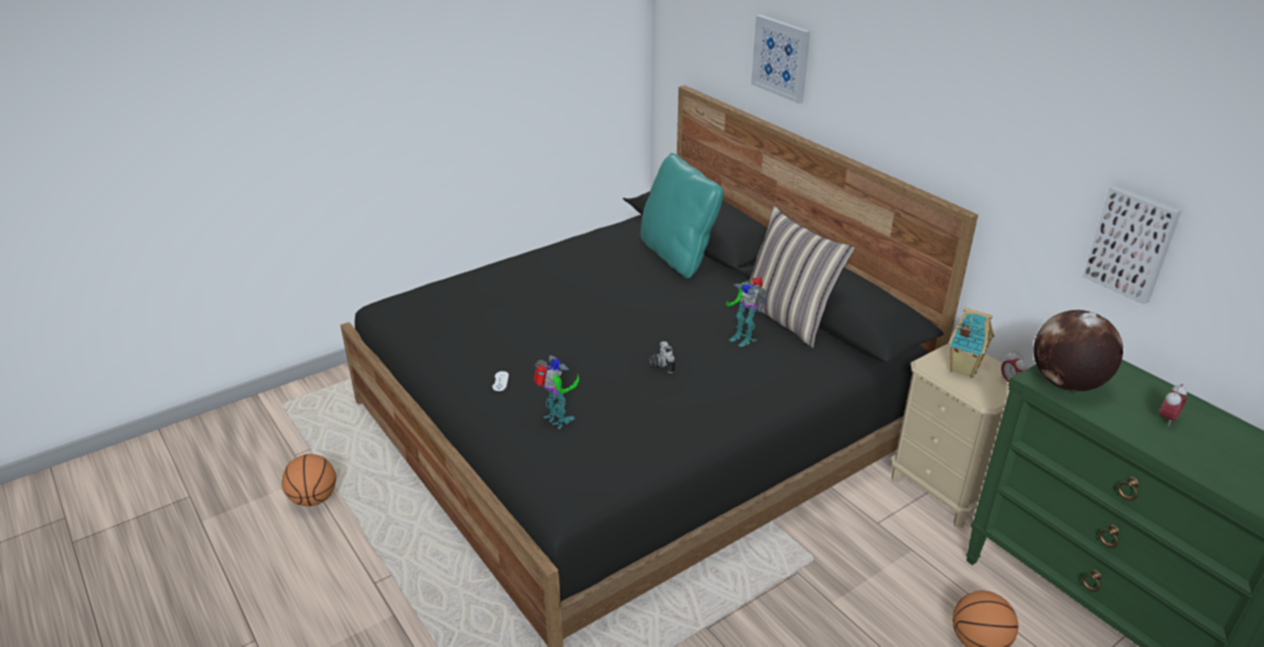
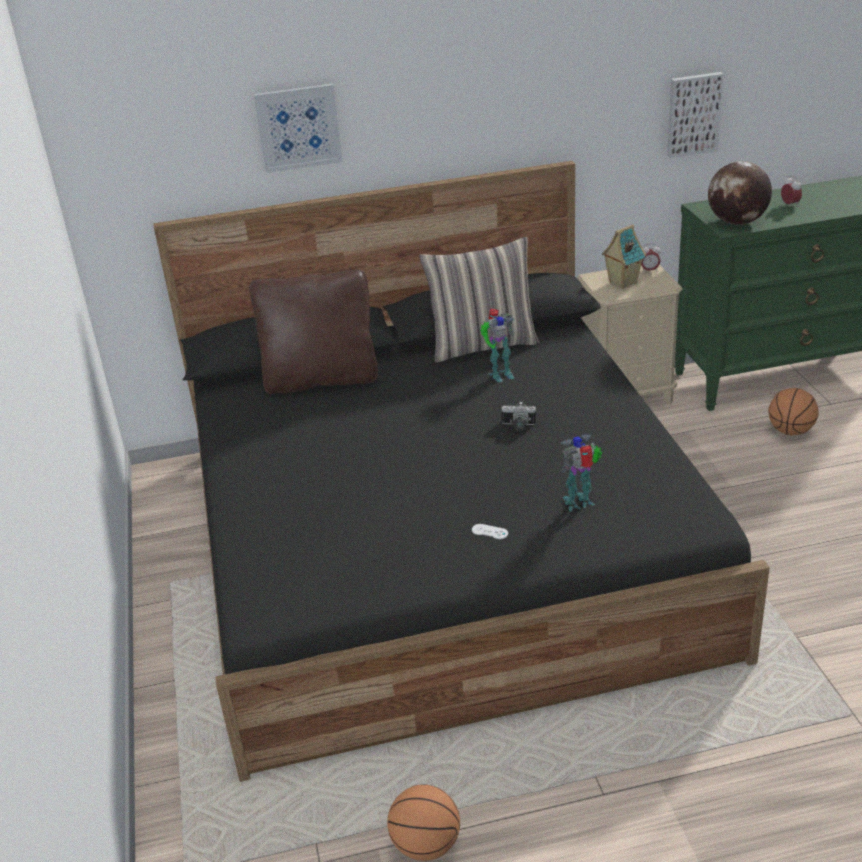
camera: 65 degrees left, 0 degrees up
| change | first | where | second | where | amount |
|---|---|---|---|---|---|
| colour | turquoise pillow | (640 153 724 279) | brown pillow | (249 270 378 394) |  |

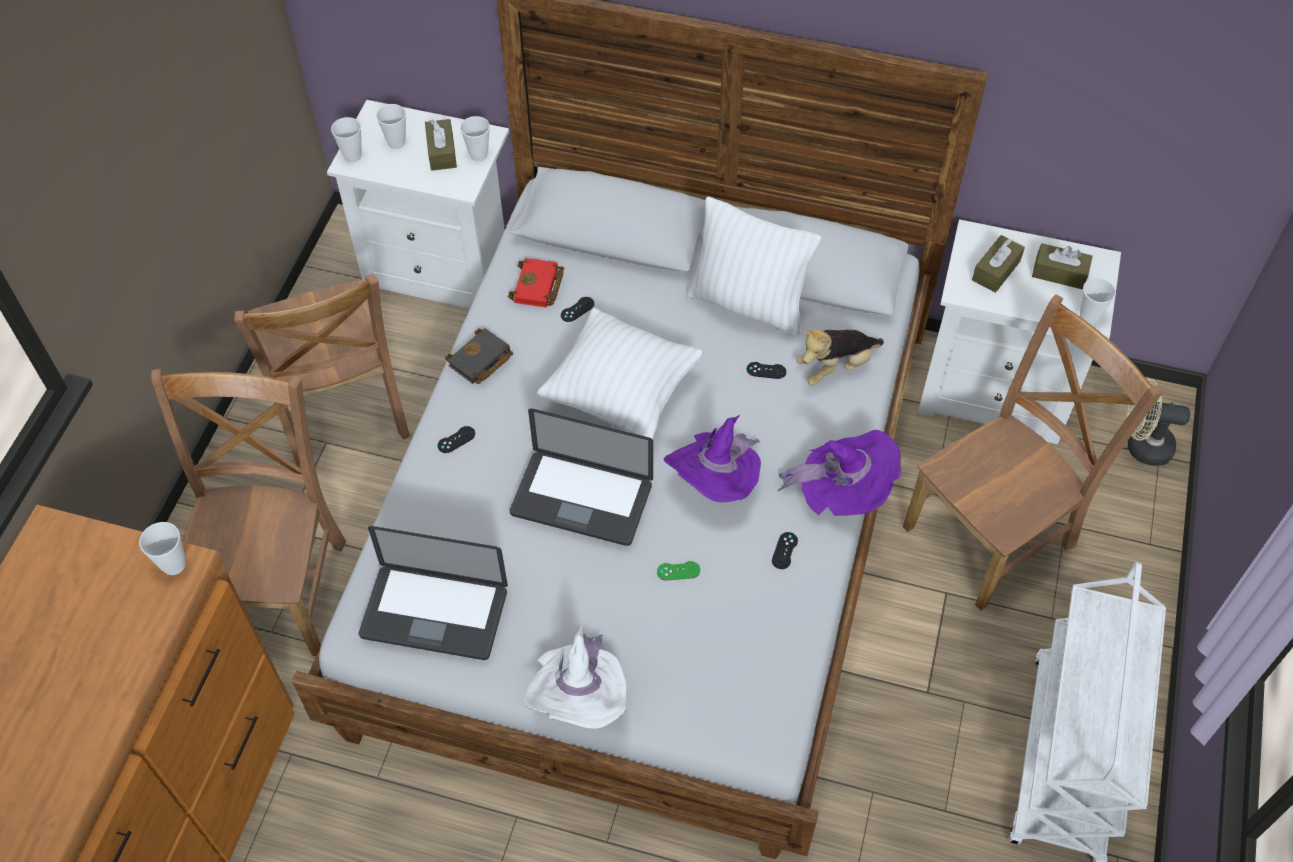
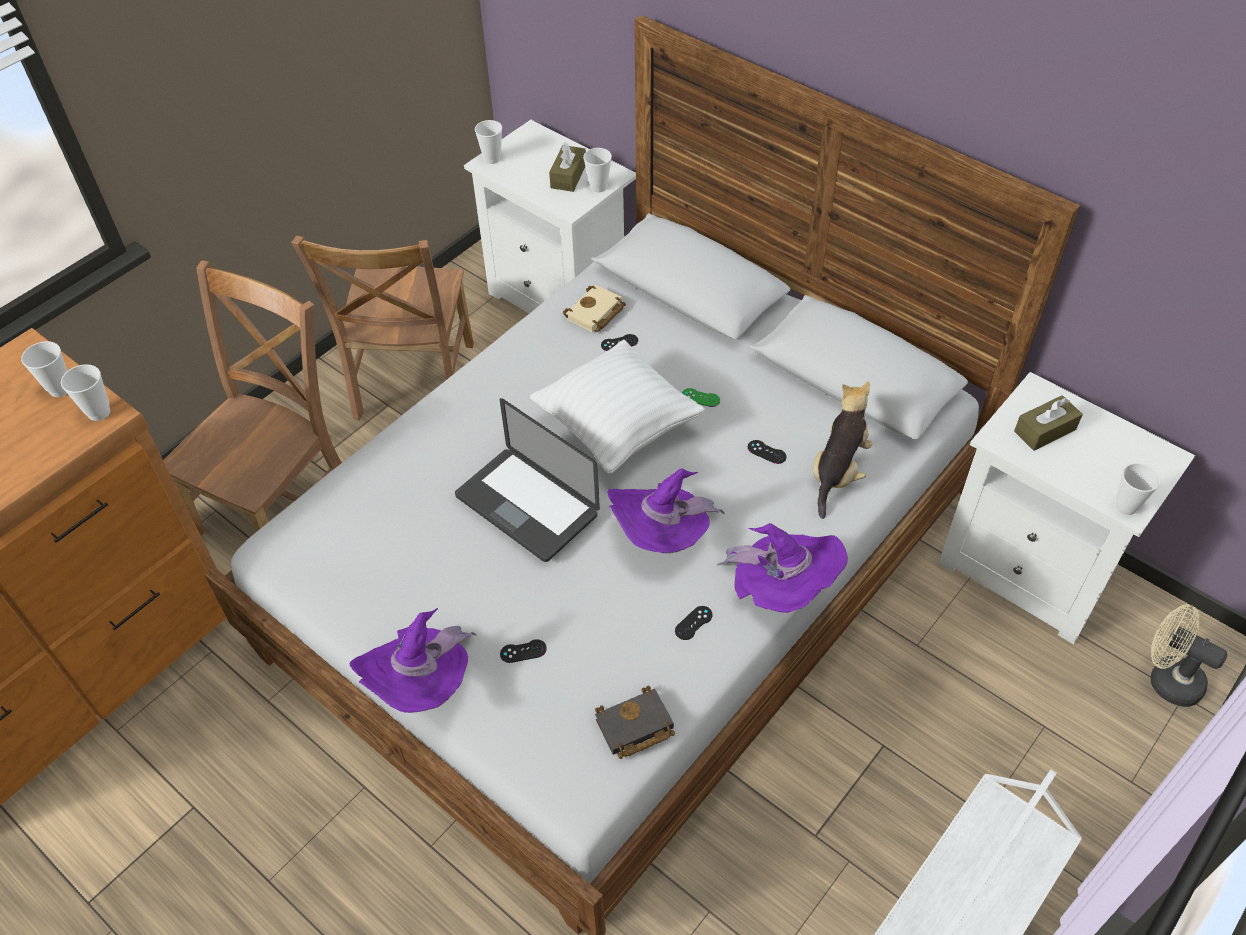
camera: 25 degrees right, 5 degrees down
| change | first | where | second | where | amount |
|---|---|---|---|---|---|
| missing | laptop | (359 526 508 660) |  |  |  |
| missing | white pillow | (687 197 821 337) |  |  |  |
| missing | brown chair | (903 294 1164 611) |  |  |  |
| missing | brown tissue box | (1032 243 1093 289) |  |  |  |
| relocated | cup | (376 104 406 149) |  | (21 341 67 397) |  |
| relocated | black game controller | (438 426 475 453) |  | (500 639 547 663) |  |
| relocated | black book | (445 328 513 384) |  | (595 686 675 759) |  |
| relocated | green game controller | (657 561 700 581) |  | (682 388 720 407) |  |
| colour | red book | (508 258 564 308) | beige book | (563 285 626 332) |  |
| colour | white hat | (523 626 627 729) | purple hat | (350 608 477 713) |  |
| spun | plush toy | (797 329 884 386) |  | (813 381 872 519) | 120 degrees clockwise |

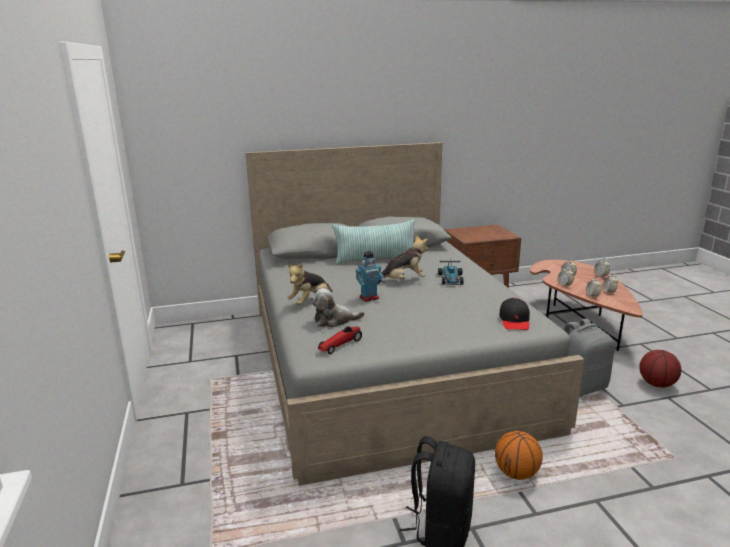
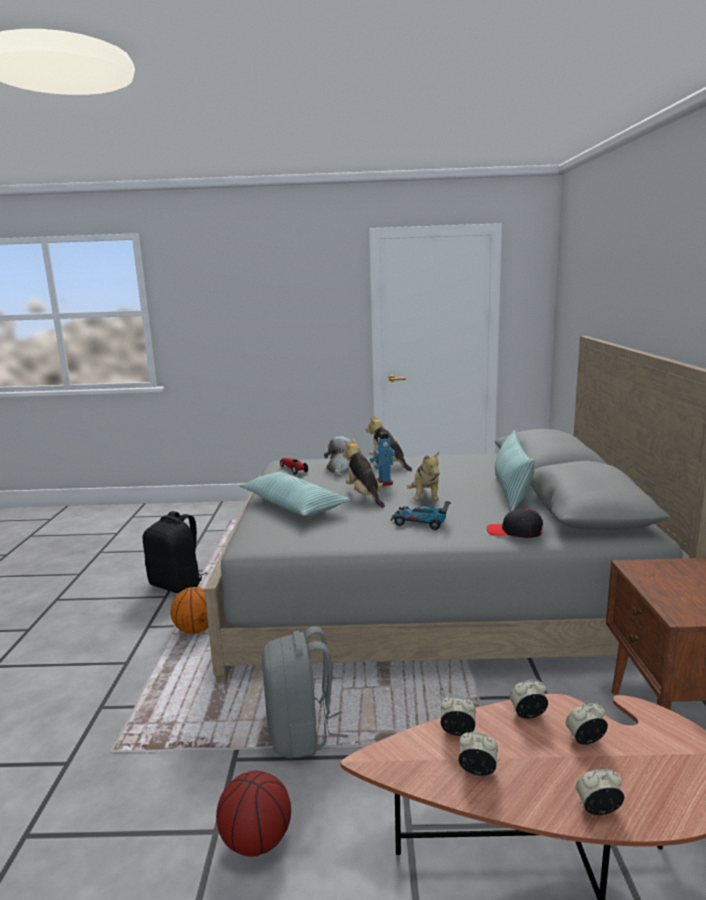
camera: 105 degrees right, 5 degrees down
| change | first | where | second | where | amount |
|---|---|---|---|---|---|
| appeared |  |  | pillow | (240 472 350 516) |  |
| appeared |  |  | plush toy | (342 439 385 508) |  |
| relocated | black cap | (499 298 530 330) |  | (487 509 543 538) |  |

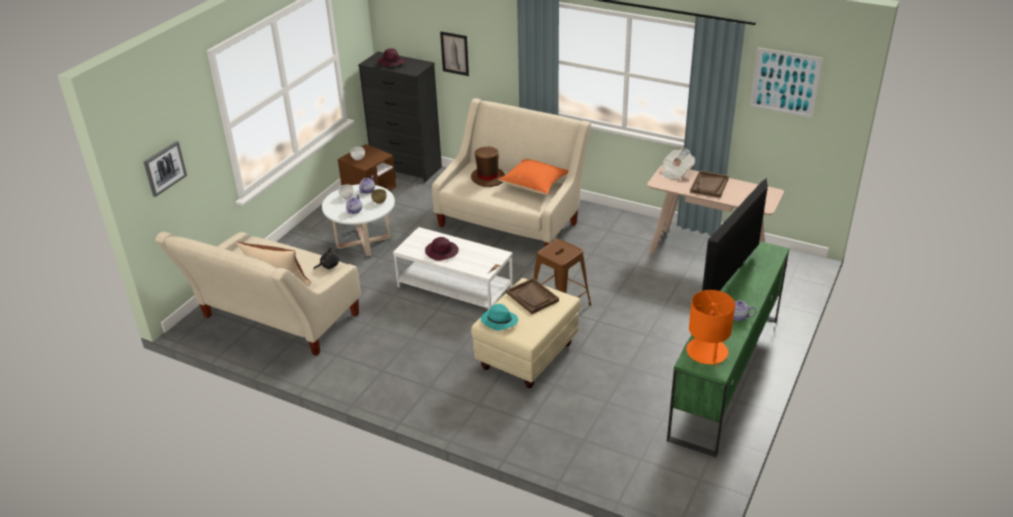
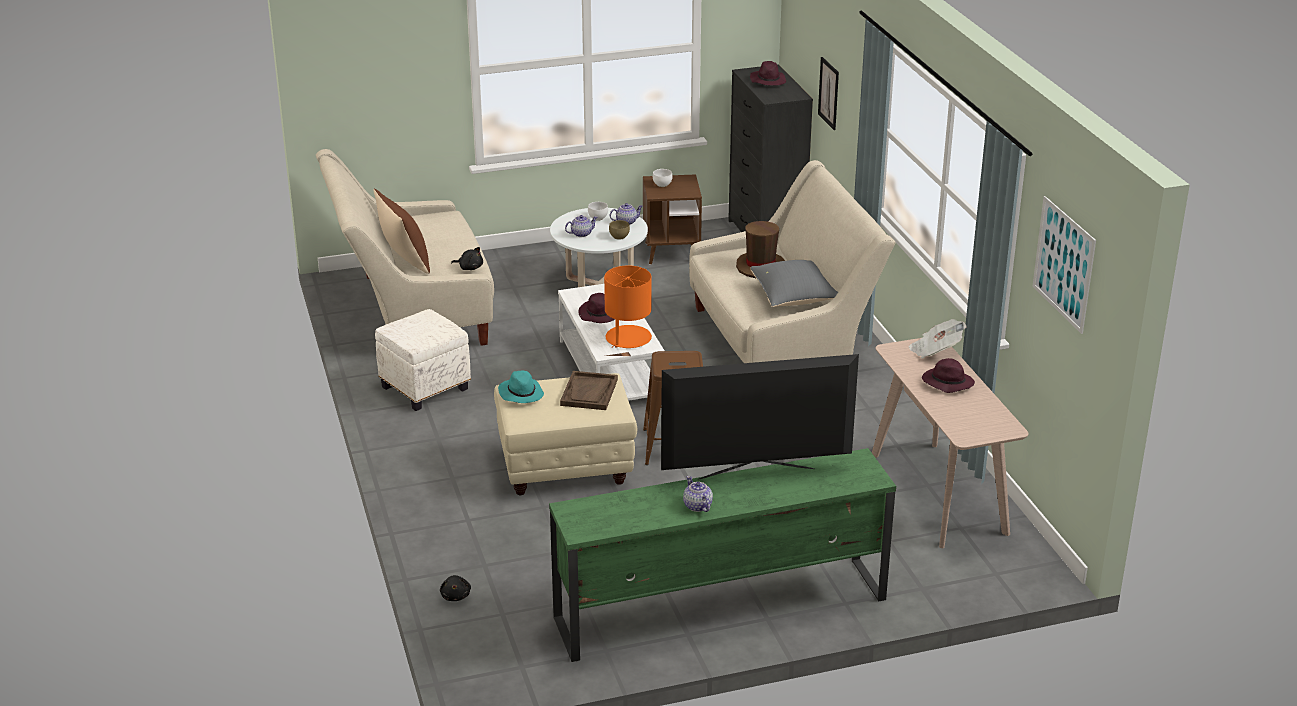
camera: 45 degrees right, 5 degrees down
| change | first | where | second | where | amount |
|---|---|---|---|---|---|
| missing | picture | (144 141 187 197) |  |  |  |
| appeared |  |  | white ottoman | (375 309 471 411) |  |
| appeared |  |  | black plush toy | (440 575 471 601) |  |
| relocated | orange table lamp | (686 290 735 366) |  | (604 266 652 348) |  |
| exchanged | brown tray | (690 171 729 198) | purple hat | (922 358 975 393) |  |
| colour | orange pillow | (498 159 569 195) | grey pillow | (750 260 838 307) |  |

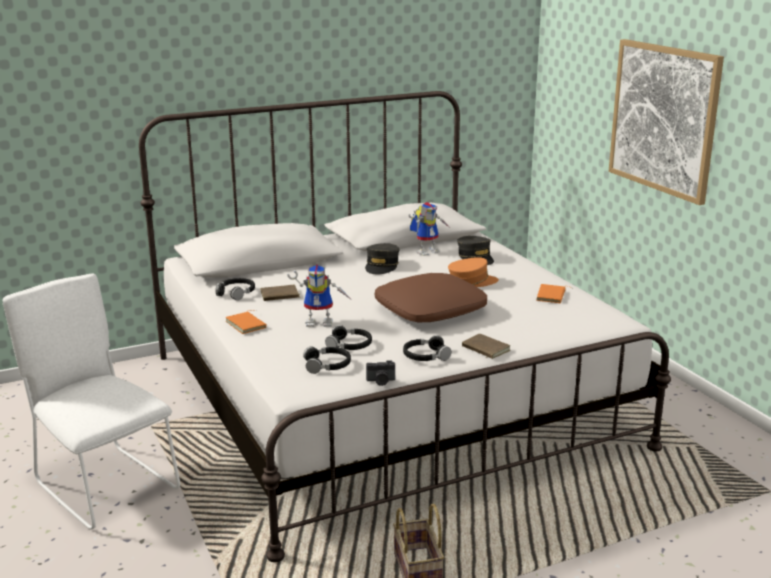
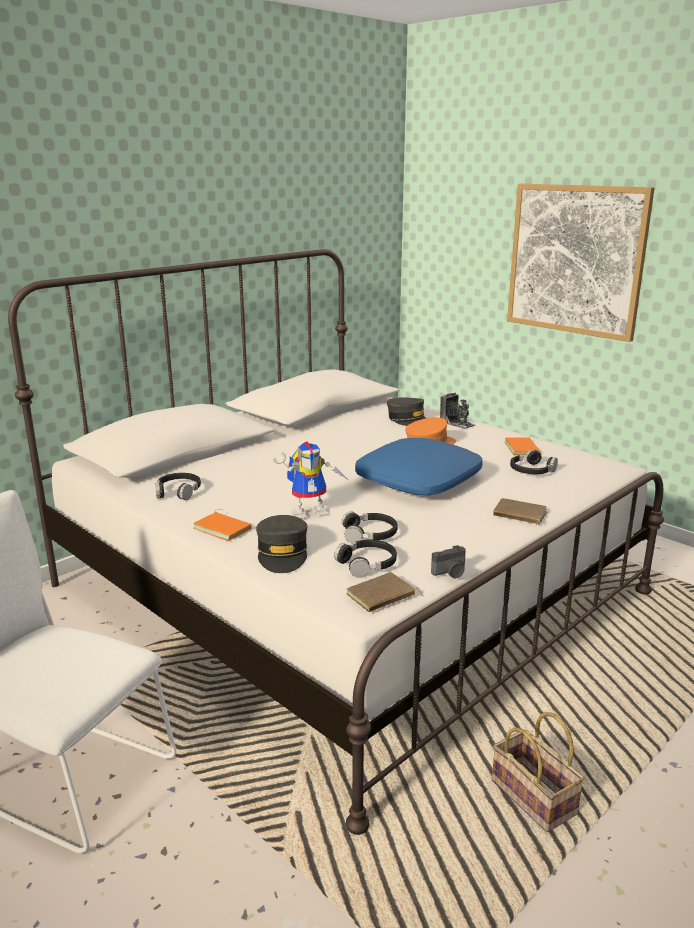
camera: 20 degrees left, 0 degrees up
| change | first | where | second | where | amount |
|---|---|---|---|---|---|
| missing | toy robot | (408 202 449 256) |  |  |  |
| appeared |  |  | photo camera | (440 393 476 429) |  |
| relocated | brown book | (260 285 301 301) |  | (346 572 423 612) |  |
| relocated | grey cap | (365 243 399 274) |  | (256 515 307 573) |  |
| relocated | black headphones | (403 335 451 361) |  | (510 449 558 474) |  |
| colour | brown pillow | (375 273 487 322) | blue pillow | (355 438 482 495) |  |

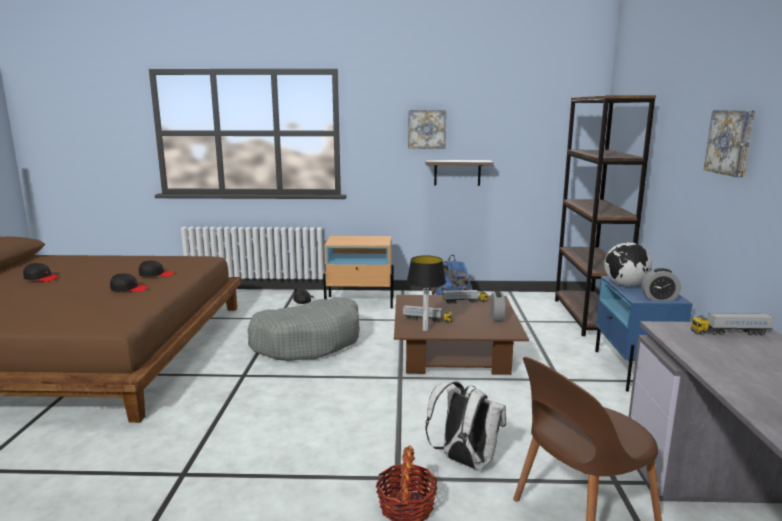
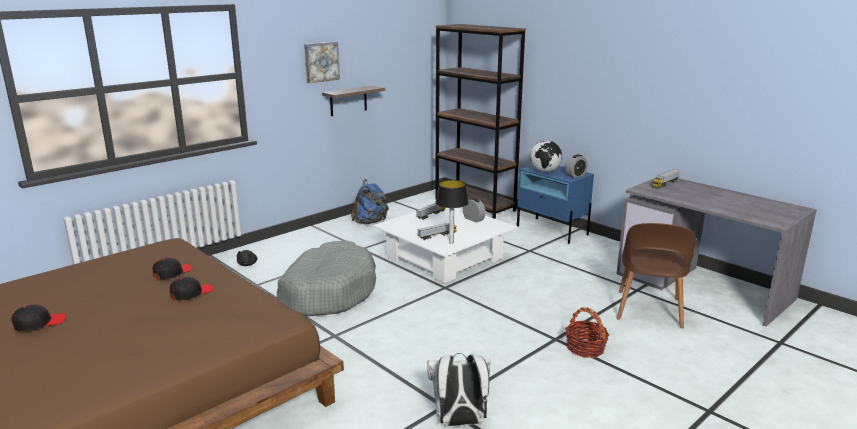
camera: 45 degrees left, 5 degrees up
| change | first | where | second | where | amount |
|---|---|---|---|---|---|
| missing | beige nightstand | (323 236 394 308) |  |  |  |
| missing | picture | (704 110 755 177) |  |  |  |
| relocated | white backpack | (425 381 506 470) |  | (427 353 491 426) |  |
| colour | brown coffee table | (394 295 529 375) | white coffee table | (372 207 518 283) |  |

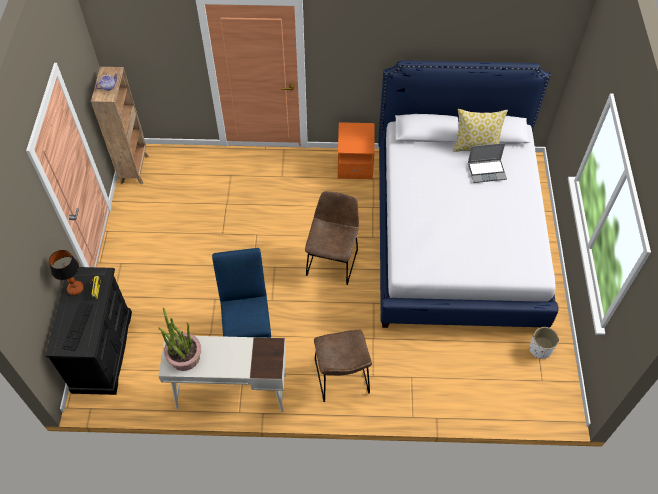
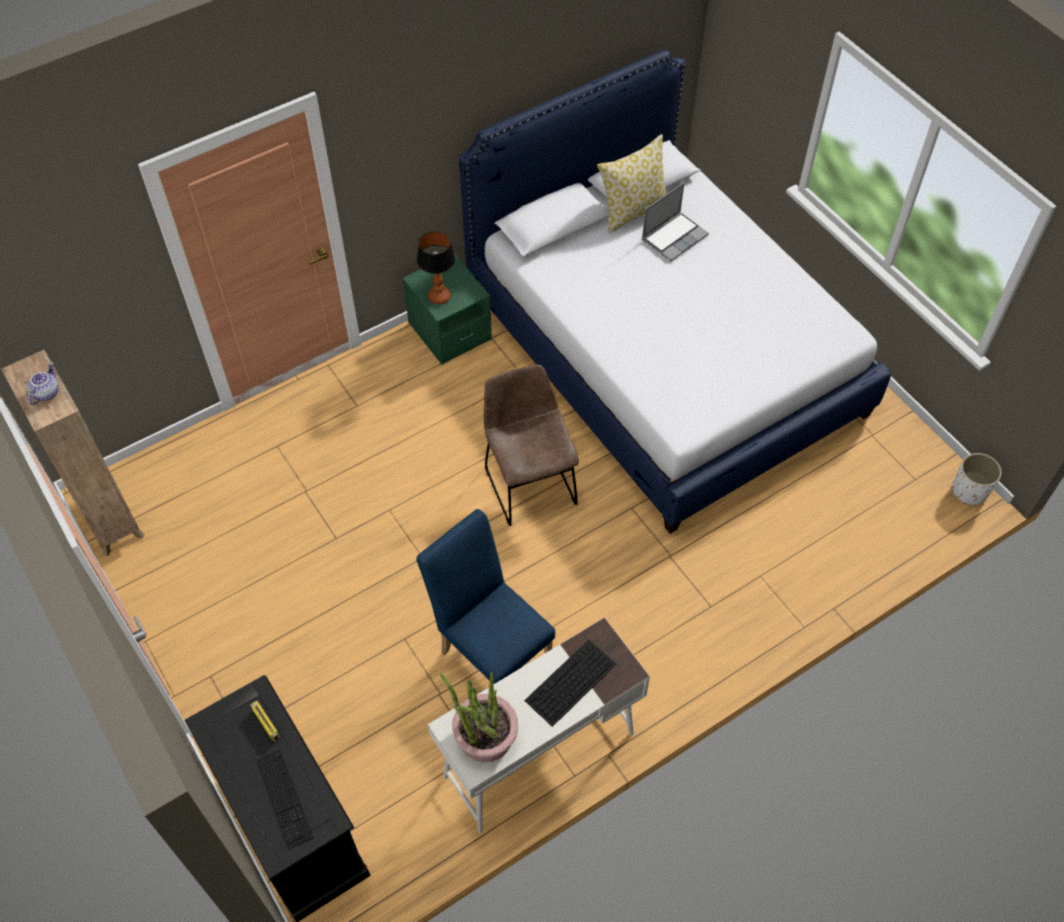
camera: 35 degrees left, 0 degrees up
| change | first | where | second | where | amount |
|---|---|---|---|---|---|
| missing | brown chair | (314 330 372 402) |  |  |  |
| appeared |  |  | keyboard | (524 640 617 727) |  |
| relocated | table lamp | (49 250 84 295) |  | (417 231 455 304) |  |
| relocated | white planter | (530 327 559 359) |  | (952 453 1002 505) |  |
| colour | orange nightstand | (338 122 375 179) | green nightstand | (403 253 492 365) |  |

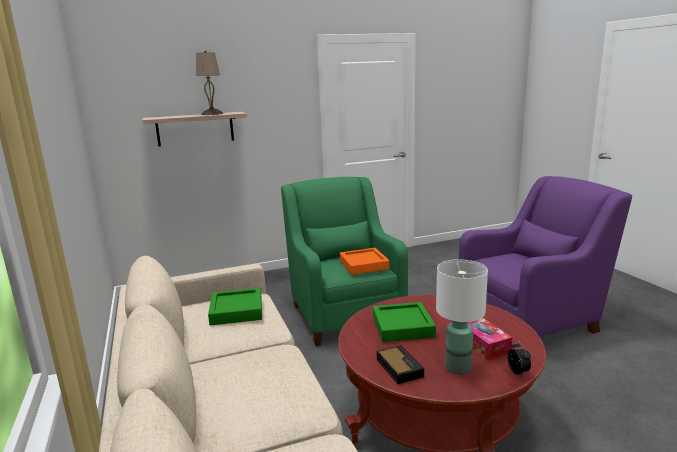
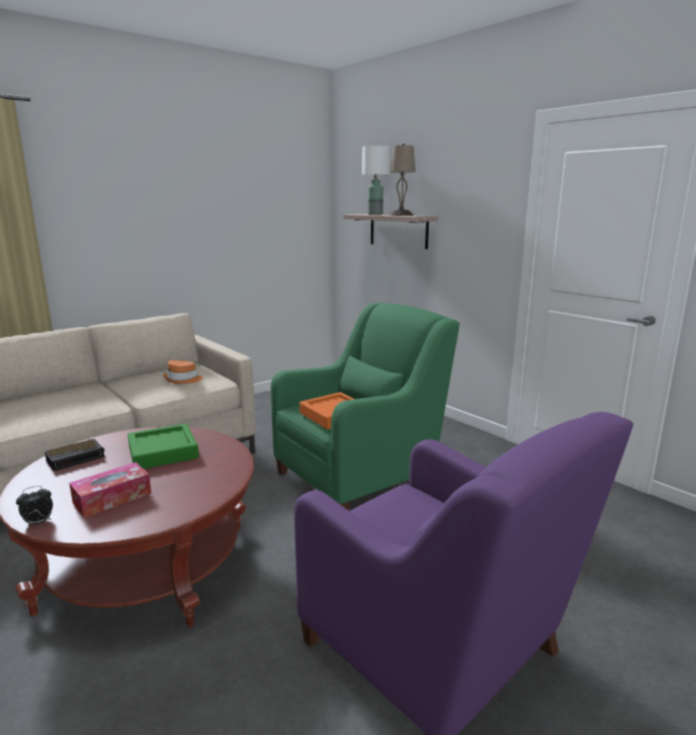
camera: 70 degrees right, 0 degrees up
| change | first | where | second | where | amount |
|---|---|---|---|---|---|
| relocated | white table lamp | (436 259 488 375) |  | (362 146 390 215) |  |
| exchanged | green tray | (208 288 262 325) | orange hat | (163 360 203 384) |  |

